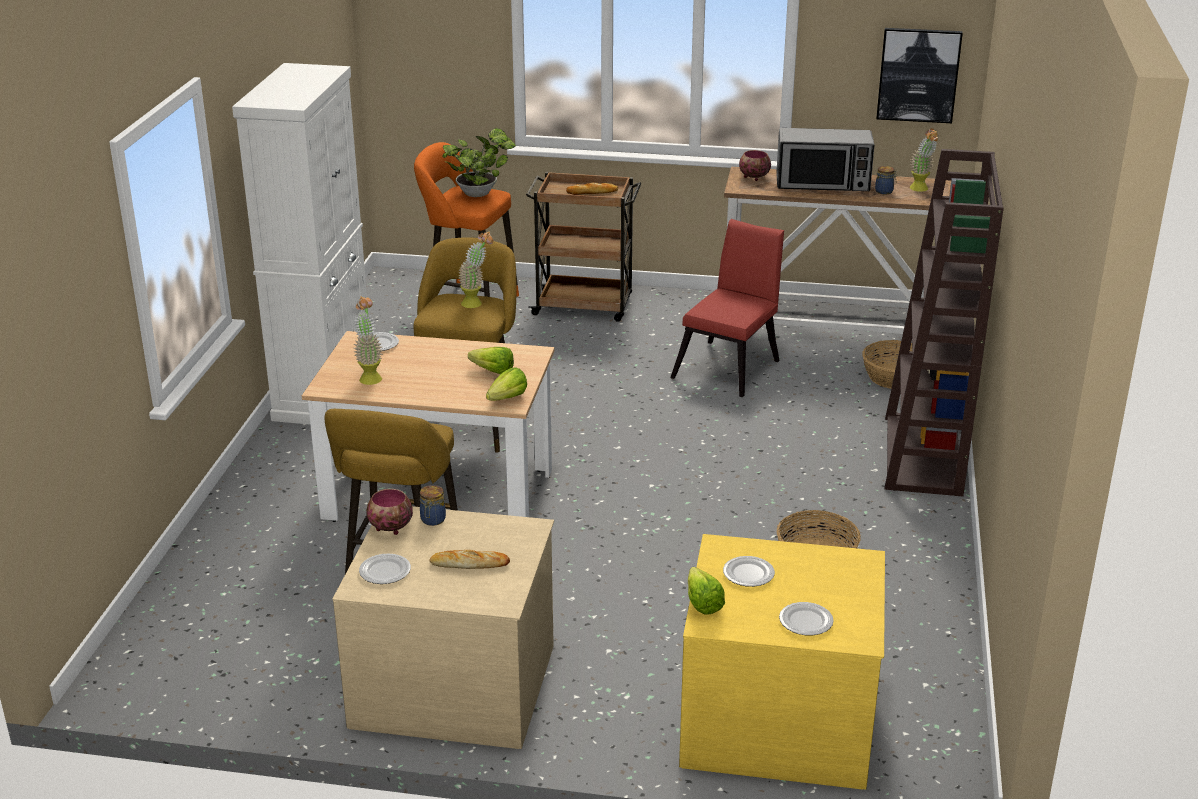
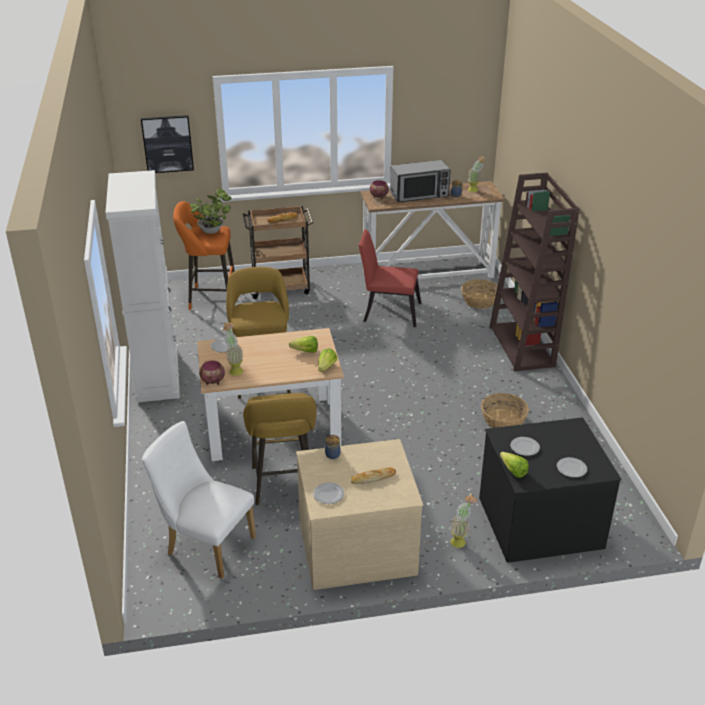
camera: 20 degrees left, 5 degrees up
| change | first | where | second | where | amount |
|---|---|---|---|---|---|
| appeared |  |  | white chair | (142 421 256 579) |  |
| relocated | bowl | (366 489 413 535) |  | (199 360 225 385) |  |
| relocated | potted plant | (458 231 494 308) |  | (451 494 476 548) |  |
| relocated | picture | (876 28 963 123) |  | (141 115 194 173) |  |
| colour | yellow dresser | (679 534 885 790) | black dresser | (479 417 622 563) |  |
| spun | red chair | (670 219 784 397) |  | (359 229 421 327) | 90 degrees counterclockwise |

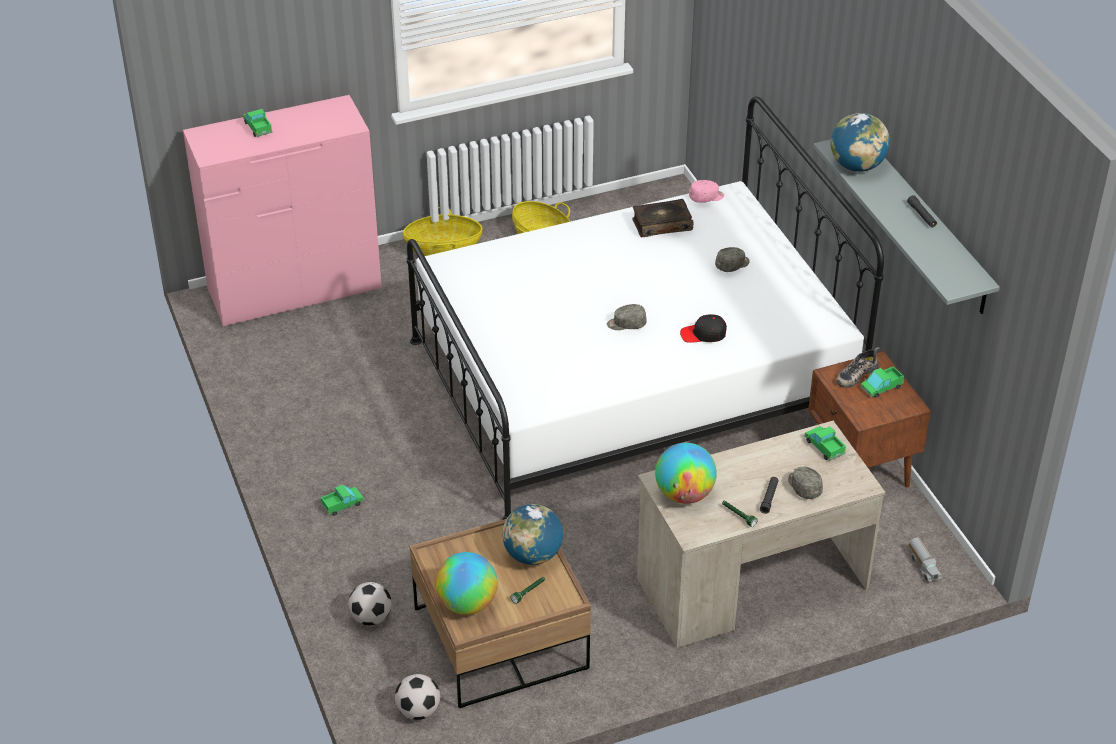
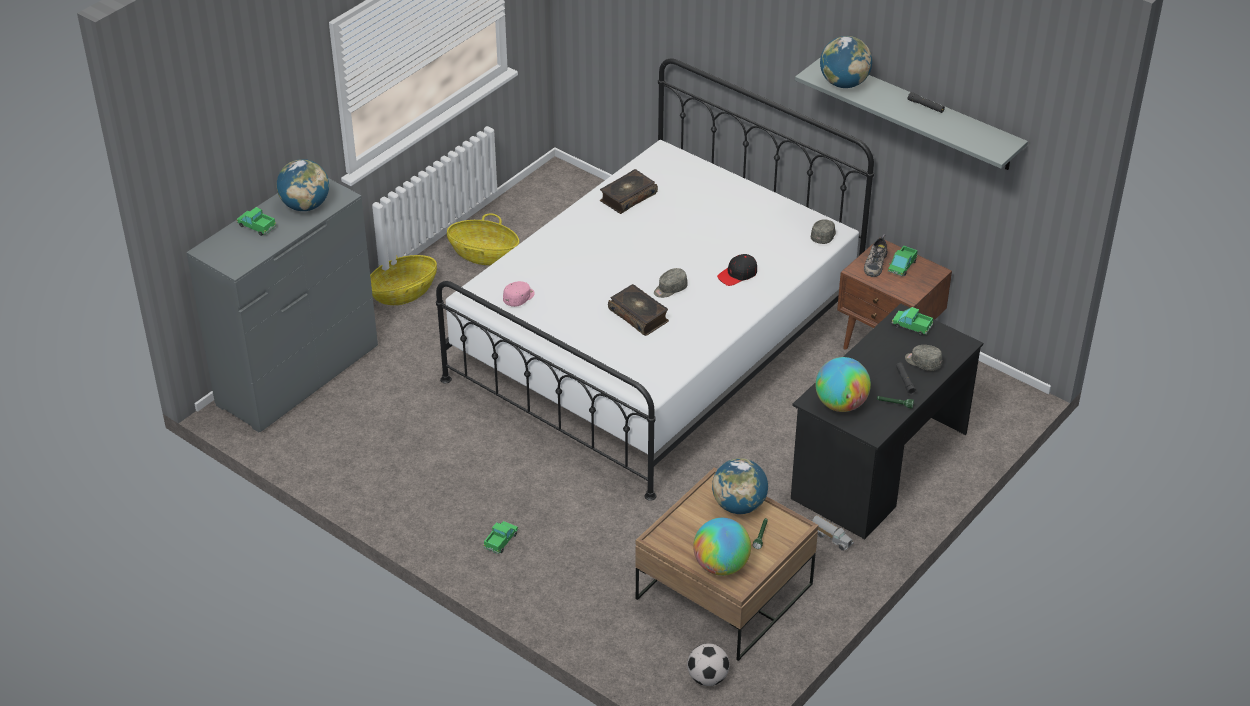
camera: 30 degrees left, 0 degrees up
| change | first | where | second | where | amount |
|---|---|---|---|---|---|
| missing | football | (348 582 392 626) |  |  |  |
| appeared |  |  | globe | (277 159 329 211) |  |
| appeared |  |  | book | (608 284 669 336) |  |
| relocated | pink cap | (689 180 724 203) |  | (503 281 535 307) |  |
| relocated | grey cap | (715 247 750 272) |  | (811 219 836 244) |  |
| relocated | toy truck | (909 537 942 582) |  | (812 515 854 551) |  |
| colour | pink dresser | (183 95 382 326) | grey dresser | (186 178 378 432) |  |
| colour | beige desk | (637 421 886 648) | black desk | (791 303 983 539) |  |

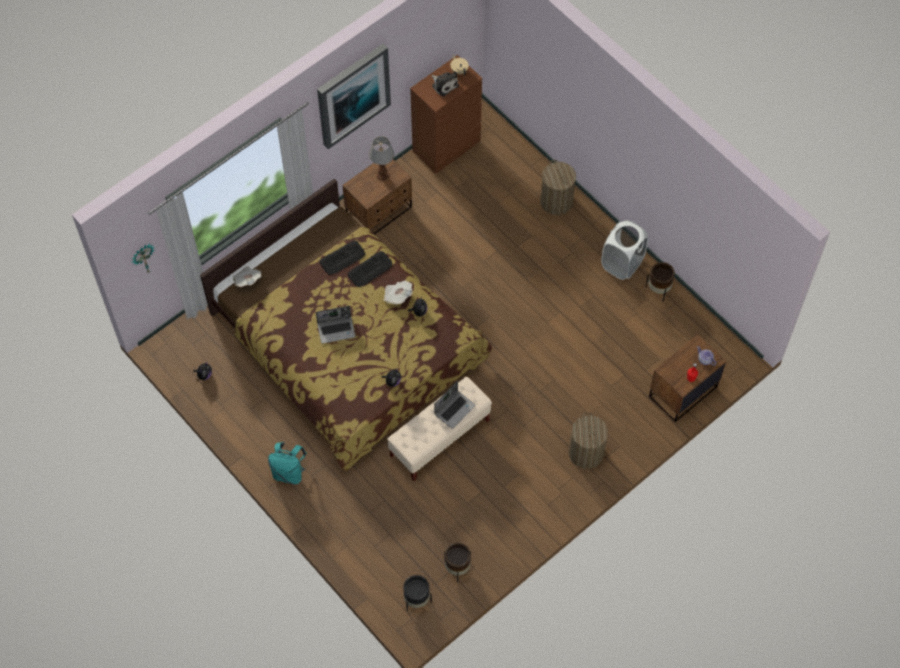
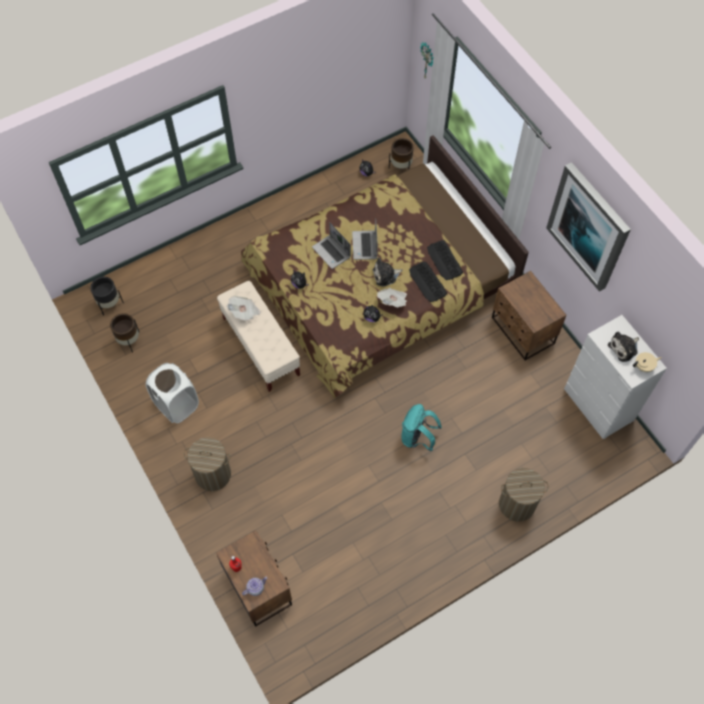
camera: 100 degrees right, 0 degrees up
| change | first | where | second | where | amount |
|---|---|---|---|---|---|
| missing | table lamp | (369 136 394 181) |  |  |  |
| appeared |  |  | plush toy | (372 258 403 287) |  |
| relocated | newspaper | (233 266 261 287) |  | (226 296 261 321) |  |
| relocated | turquoise backpack | (268 442 307 484) |  | (401 404 442 452) |  |
| relocated | laptop | (434 381 475 429) |  | (312 222 351 269) |  |
| relocated | white laundry basket | (601 220 648 280) |  | (146 363 199 423) |  |
| relocated | brown planter | (646 262 675 301) |  | (389 138 414 170) |  |
| colour | brown dresser | (410 55 482 174) | white dresser | (564 315 667 439) |  |

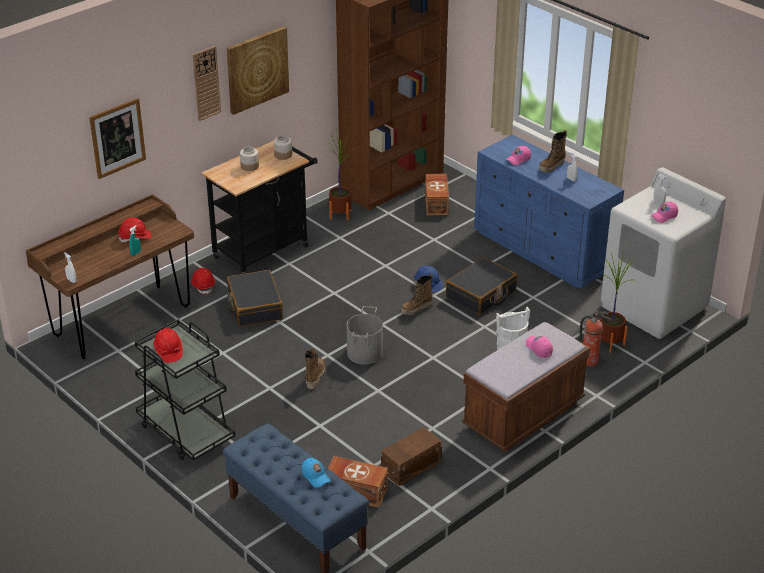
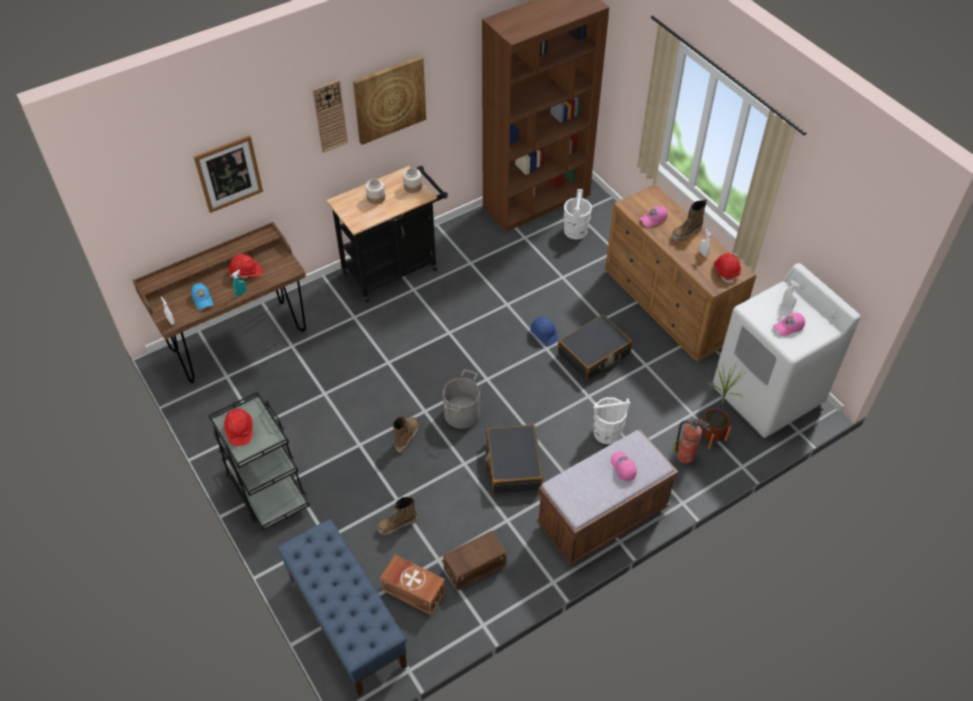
camera: 10 degrees right, 15 degrees up
| change | first | where | second | where | amount |
|---|---|---|---|---|---|
| missing | potted plant | (325 129 352 221) |  |  |  |
| relocated | red hard hat | (191 268 215 294) |  | (713 253 741 284) |  |
| relocated | black suitcase | (227 270 283 327) |  | (485 425 543 494) |  |
| relocated | blue cap | (302 458 331 488) |  | (191 283 213 310) |  |
| relocated | boot | (401 274 433 315) |  | (377 497 417 535) |  |
| exchanged | brown storage box | (425 174 449 216) | white bucket | (564 189 592 239) |  |
| colour | blue dresser | (474 135 624 289) | brown dresser | (605 184 756 362) |  |

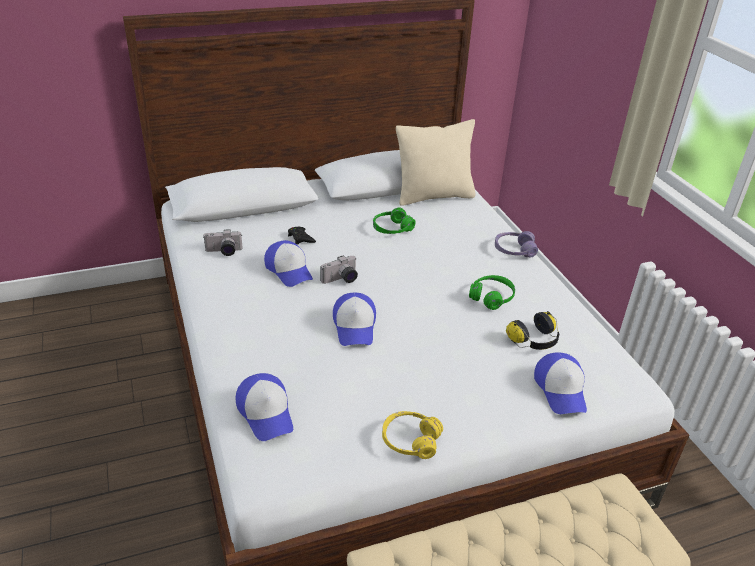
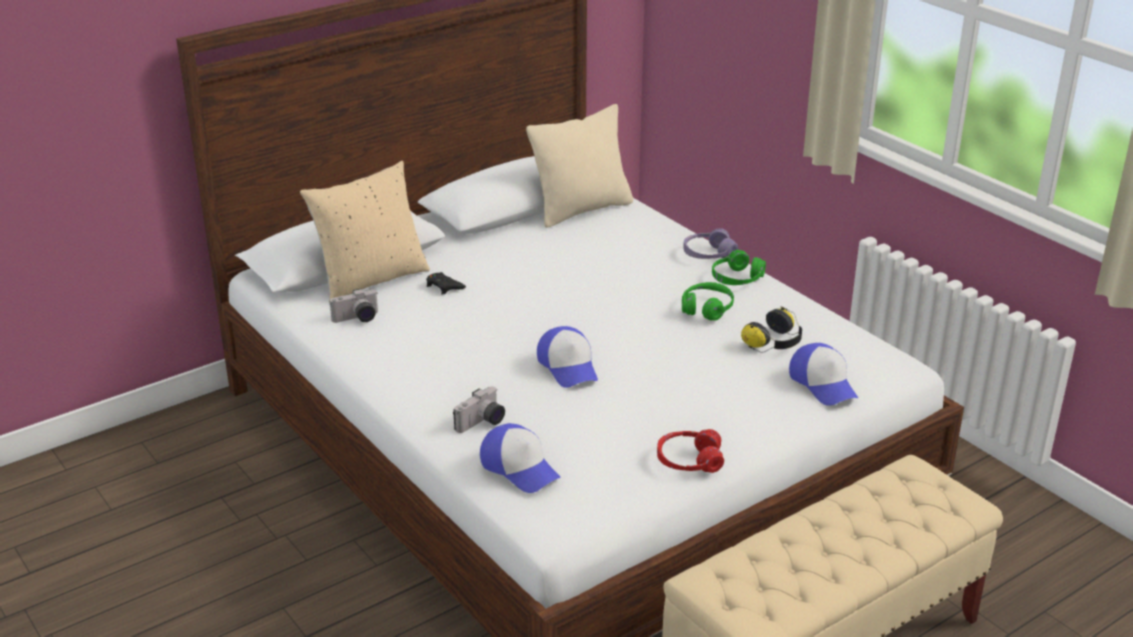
camera: 15 degrees left, 5 degrees down
| change | first | where | second | where | amount |
|---|---|---|---|---|---|
| missing | cap | (264 240 313 287) |  |  |  |
| appeared |  |  | beige pillow | (300 161 430 303) |  |
| relocated | photo camera | (320 255 358 284) |  | (453 387 505 433) |  |
| relocated | green headphones | (373 208 416 234) |  | (712 250 766 285) |  |
| colour | yellow headphones | (382 411 443 459) | red headphones | (657 429 724 473) |  |

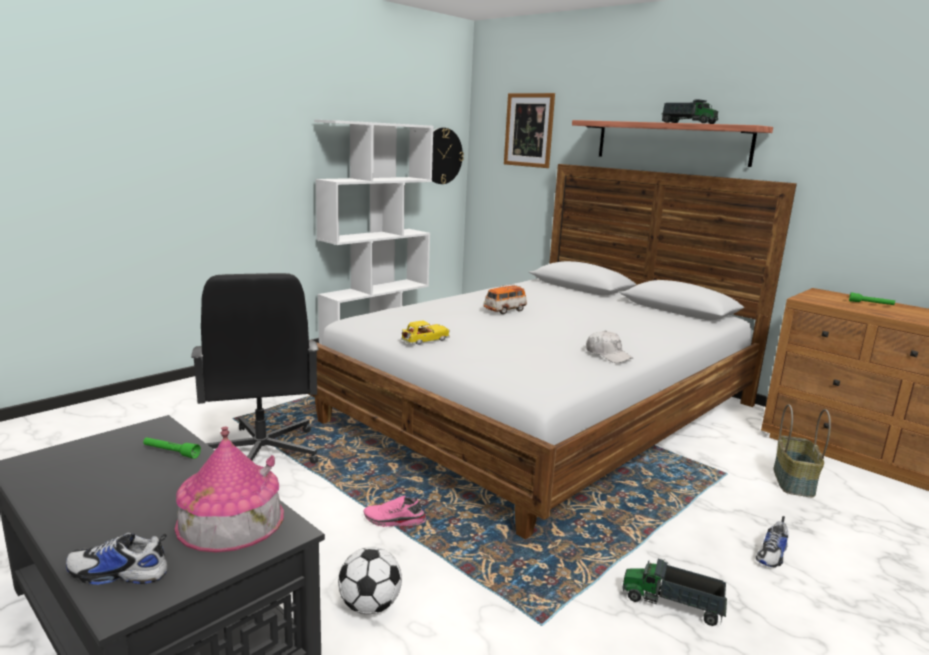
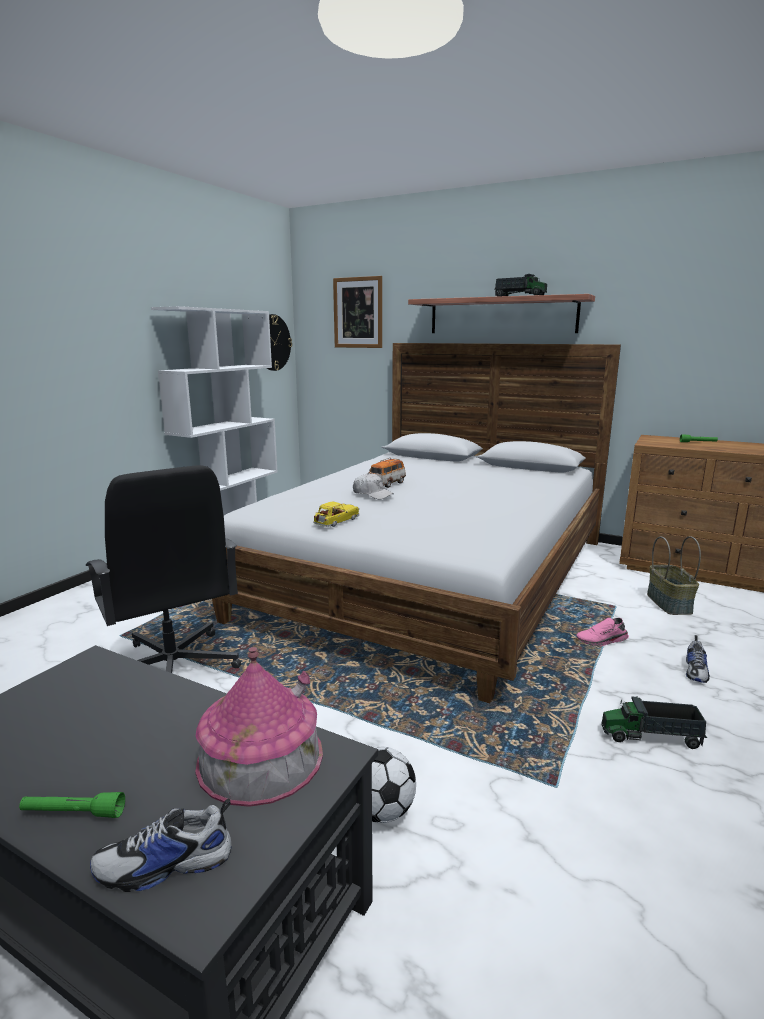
camera: 15 degrees left, 0 degrees up
| change | first | where | second | where | amount |
|---|---|---|---|---|---|
| relocated | green flashlight | (143 437 201 459) |  | (19 792 125 818) |  |
| relocated | pink shoe | (363 496 426 527) |  | (576 618 629 646) |  |
| relocated | white cap | (586 330 633 363) |  | (353 473 394 499) |  |

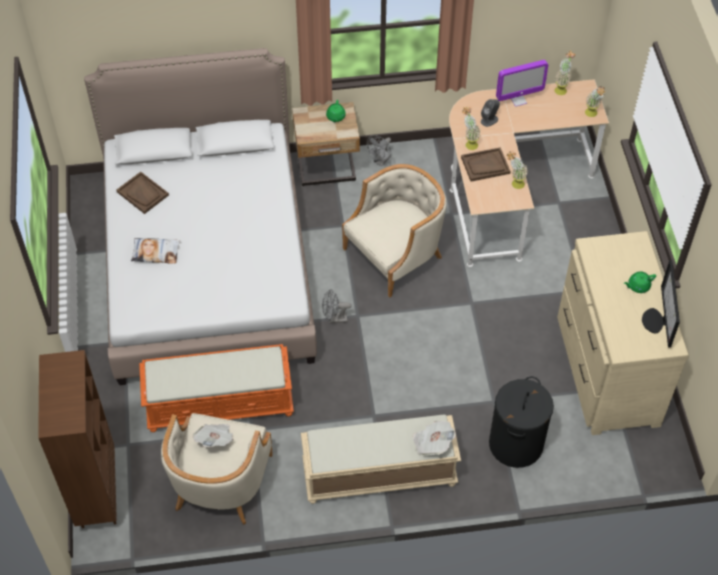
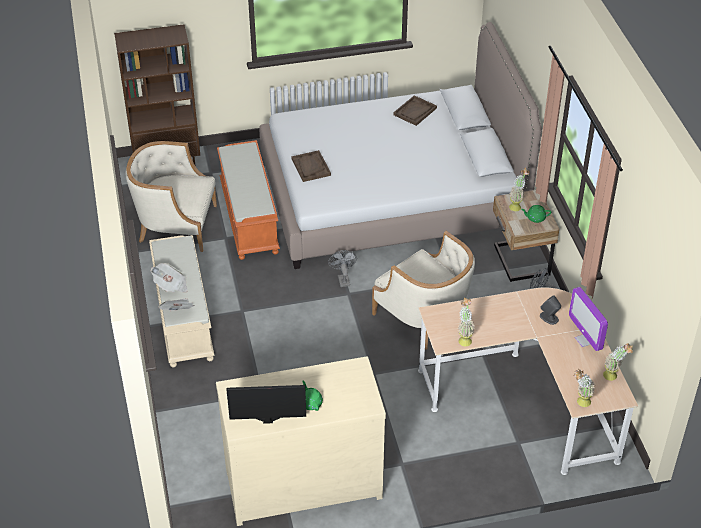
camera: 85 degrees right, 10 degrees down
| change | first | where | second | where | amount |
|---|---|---|---|---|---|
| missing | pillow | (131 238 181 264) |  |  |  |
| missing | black laundry basket | (489 376 554 468) |  |  |  |
| relocated | newspaper | (193 424 233 447) |  | (151 263 187 293) |  |
| relocated | brown tray | (461 147 510 182) |  | (291 150 331 182) |  |
| relocated | potted plant | (462 107 480 150) |  | (509 168 530 211) |  |

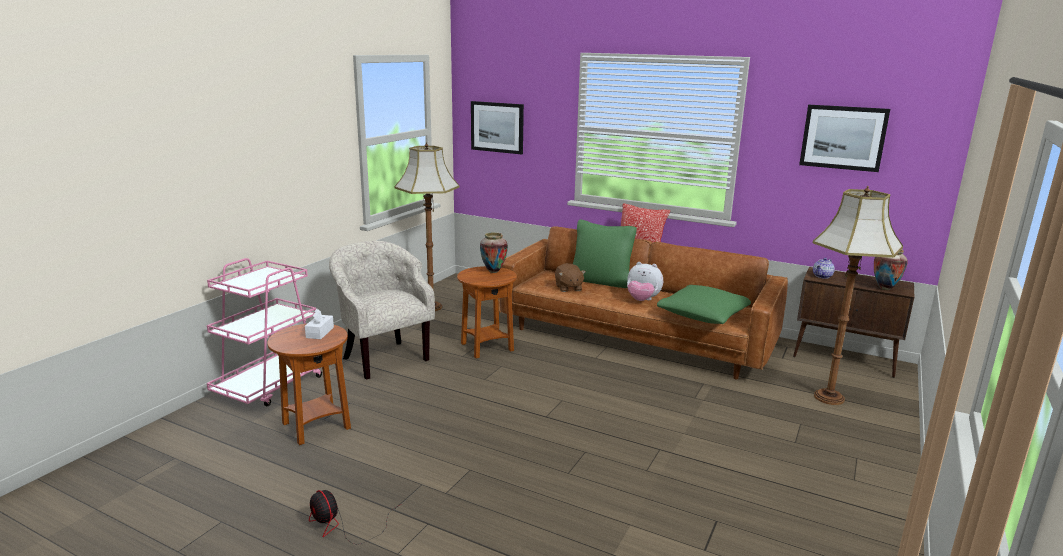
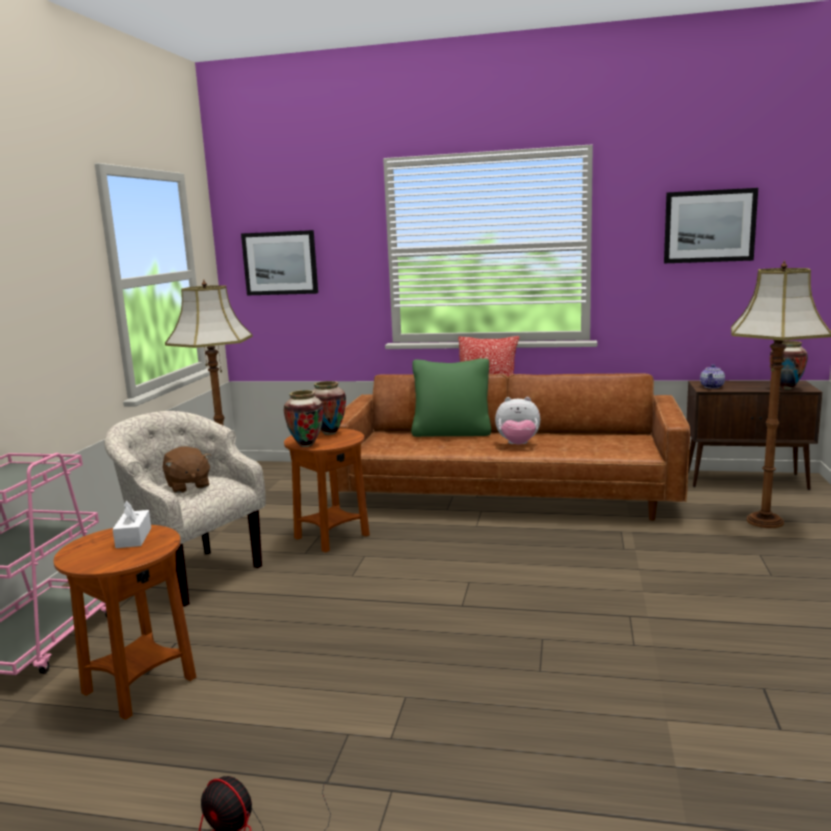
camera: 15 degrees left, 5 degrees down
| change | first | where | second | where | amount |
|---|---|---|---|---|---|
| missing | green pillow | (657 285 751 324) |  |  |  |
| appeared |  |  | vase | (283 390 323 447) |  |
| relocated | brown plush toy | (555 263 586 292) |  | (163 447 211 493) |  |

